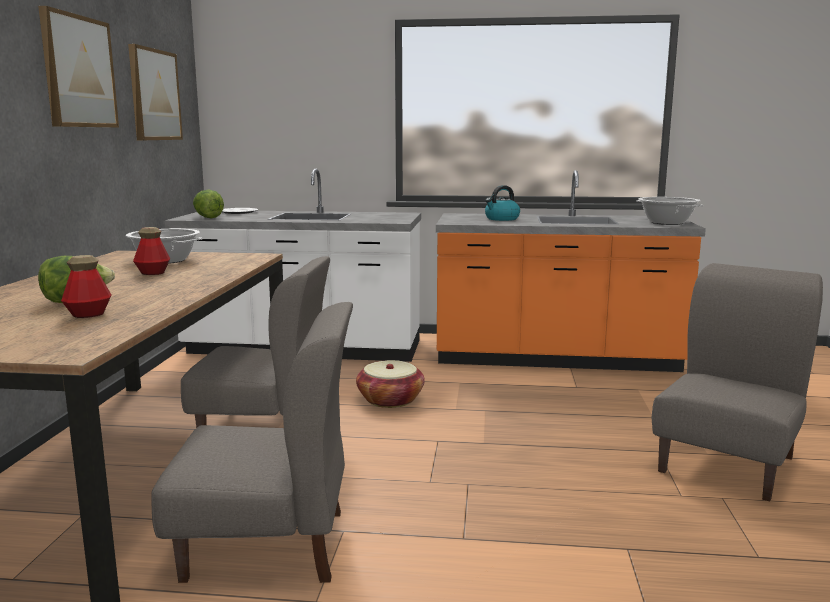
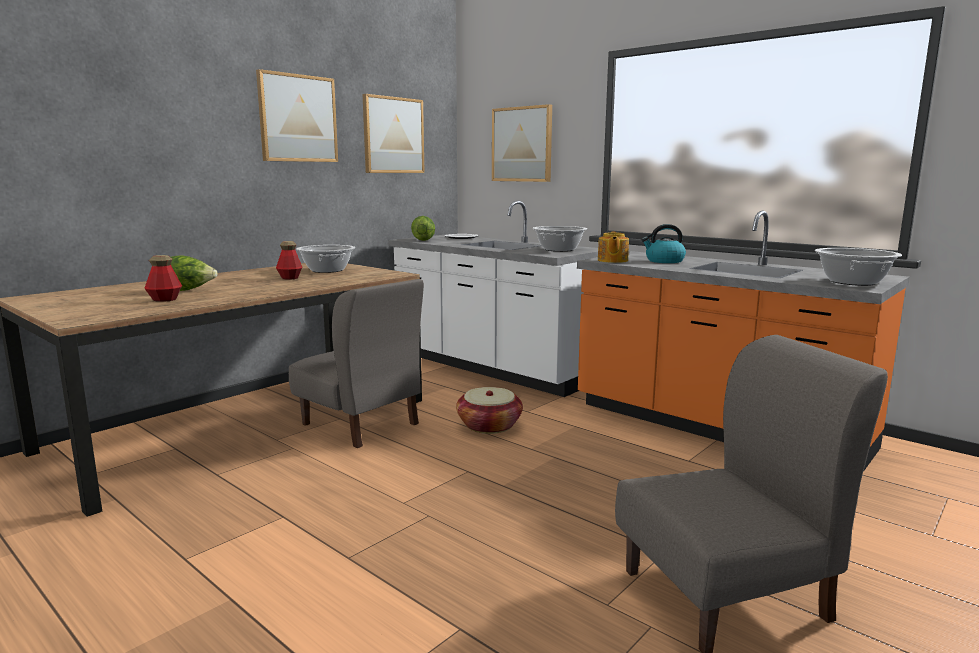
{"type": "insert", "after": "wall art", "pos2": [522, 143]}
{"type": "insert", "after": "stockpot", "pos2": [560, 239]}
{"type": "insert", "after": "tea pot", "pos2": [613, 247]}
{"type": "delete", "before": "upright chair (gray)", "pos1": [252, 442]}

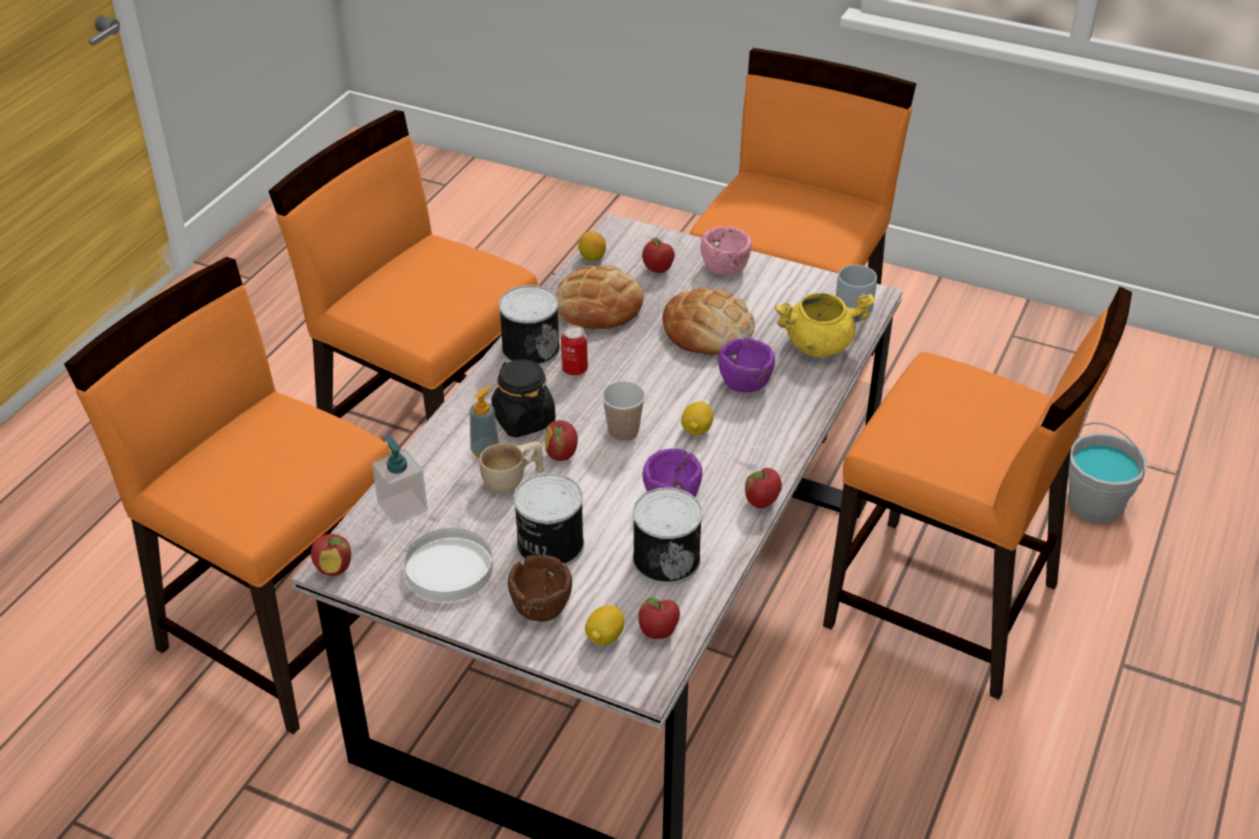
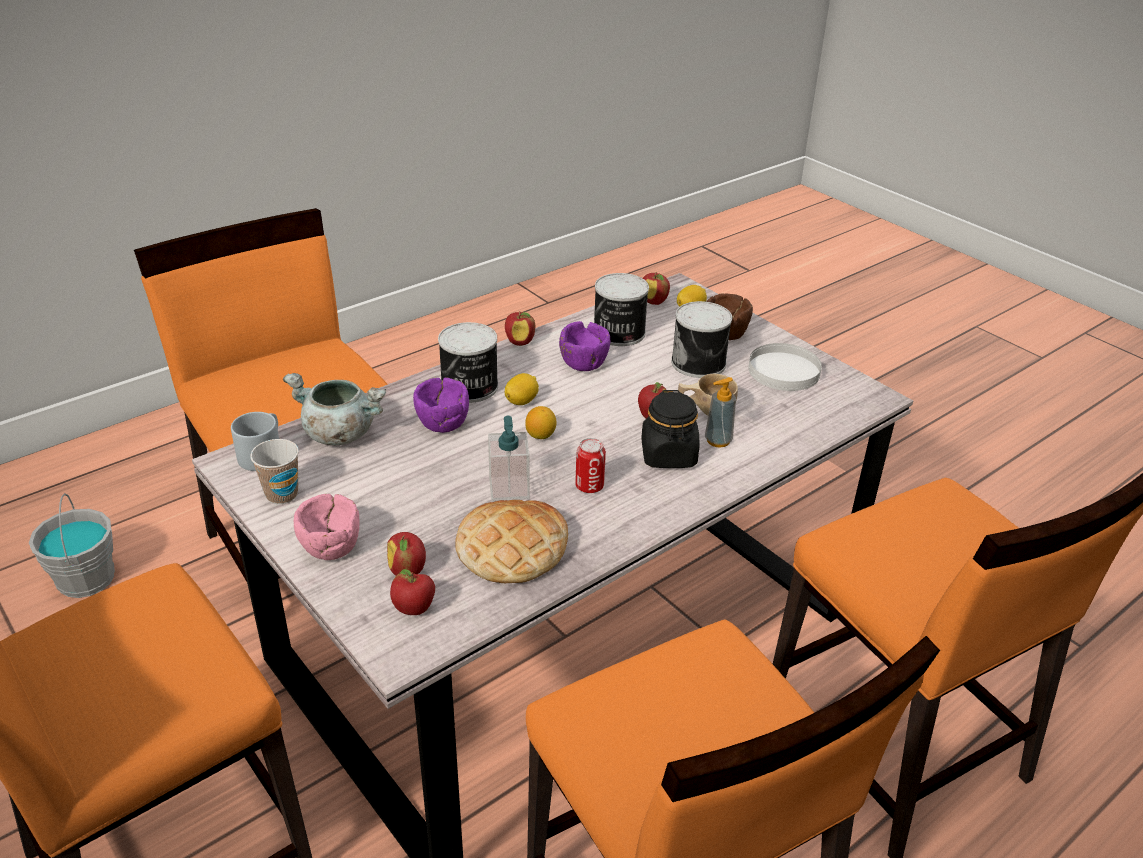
{"type": "move", "before": "cup", "pos1": [623, 411], "pos2": [274, 471]}
{"type": "recolor", "before": "stockpot (yellowish)", "after": "stockpot (gray)", "pos1": [825, 325], "pos2": [334, 409]}
{"type": "move", "before": "apple", "pos1": [331, 555], "pos2": [412, 592]}
{"type": "move", "before": "metal can", "pos1": [529, 325], "pos2": [468, 362]}
{"type": "move", "before": "soap bottle", "pos1": [400, 479], "pos2": [509, 458]}
{"type": "move", "before": "lemon", "pos1": [592, 246], "pos2": [541, 422]}
{"type": "delete", "before": "baked bread", "pos1": [708, 320]}

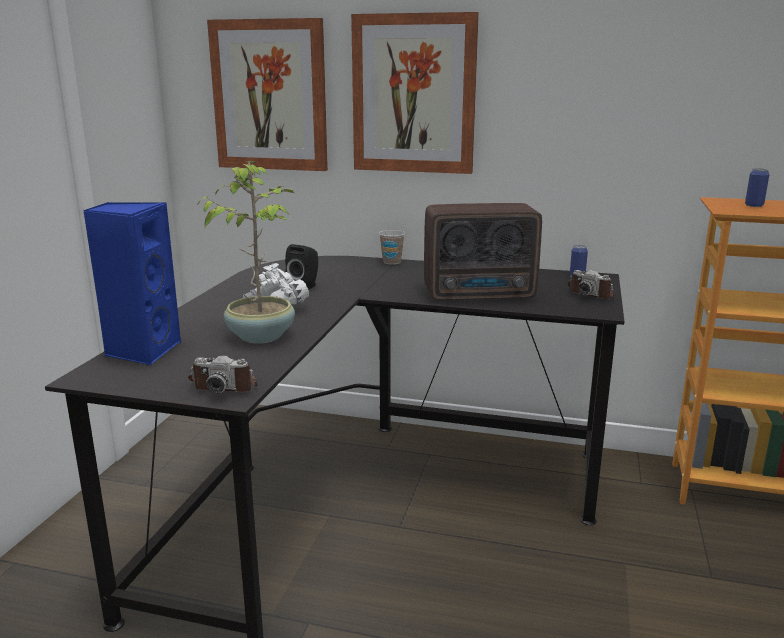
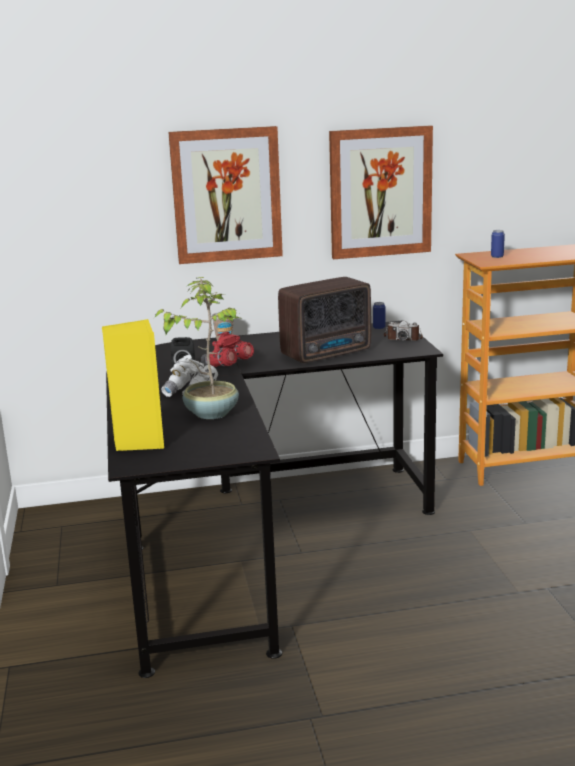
{"type": "recolor", "before": "loudspeaker (bluish)", "after": "loudspeaker (yellowish)", "pos1": [132, 283], "pos2": [133, 385]}
{"type": "insert", "after": "field glasses (reddish)", "pos2": [227, 349]}
{"type": "move", "before": "wall art", "pos1": [267, 94], "pos2": [381, 192]}
{"type": "delete", "before": "photo camera", "pos1": [223, 374]}

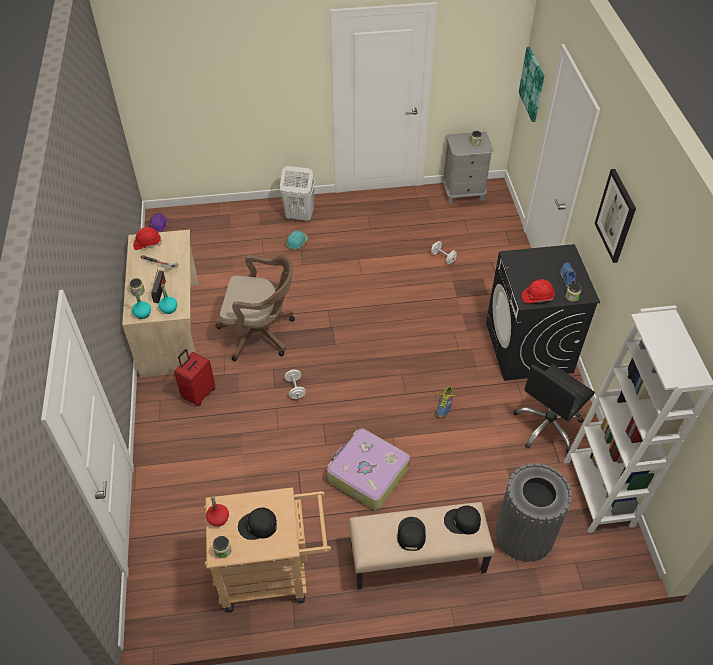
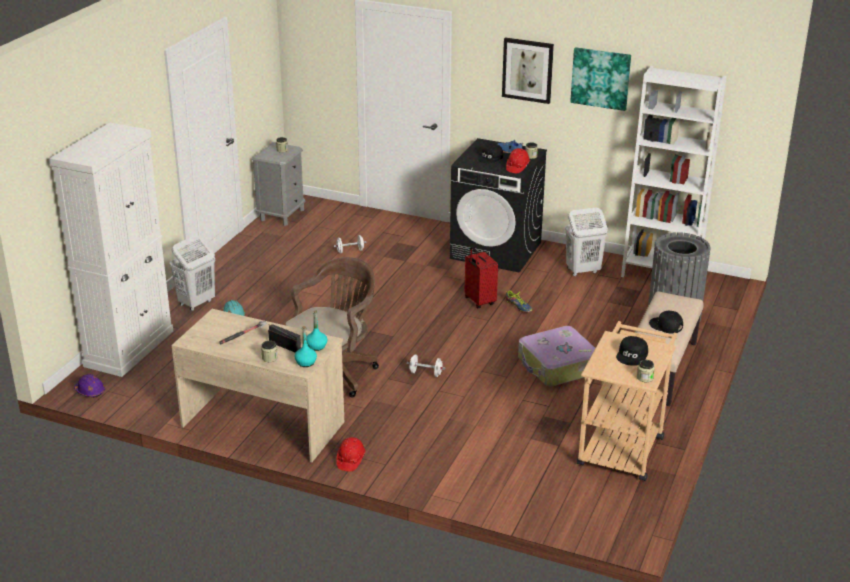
{"type": "insert", "after": "cupboard (white)", "pos2": [111, 249]}
{"type": "move", "before": "safety helmet (reddish)", "pos1": [147, 238], "pos2": [351, 454]}
{"type": "move", "before": "suitcase (reddish)", "pos1": [195, 377], "pos2": [481, 277]}
{"type": "move", "before": "cap (black)", "pos1": [462, 520], "pos2": [490, 153]}
{"type": "replace", "before": "office chair (black)", "after": "laundry basket (white)", "pos1": [554, 408], "pos2": [586, 242]}
{"type": "move", "before": "wall art", "pos1": [531, 84], "pos2": [600, 79]}
{"type": "delete", "before": "bottle (reddish)", "pos1": [217, 511]}

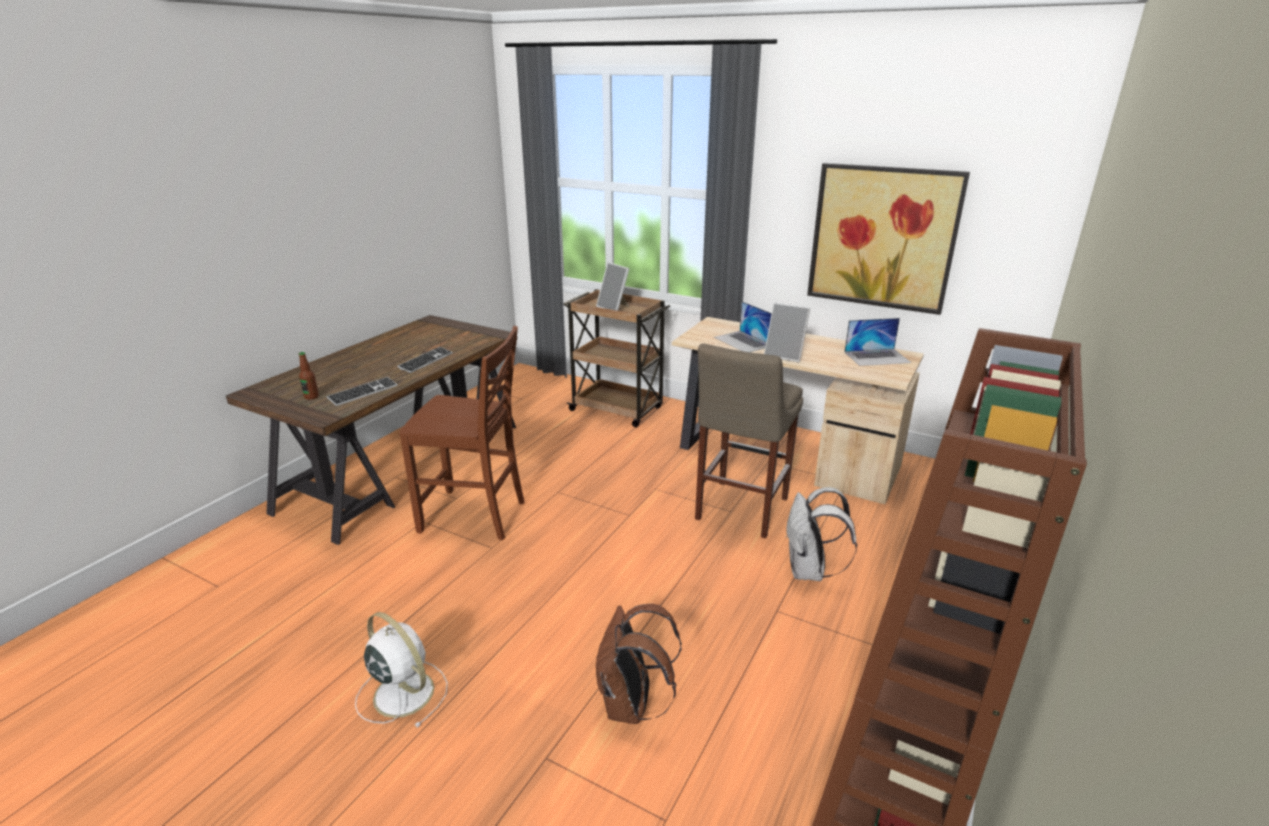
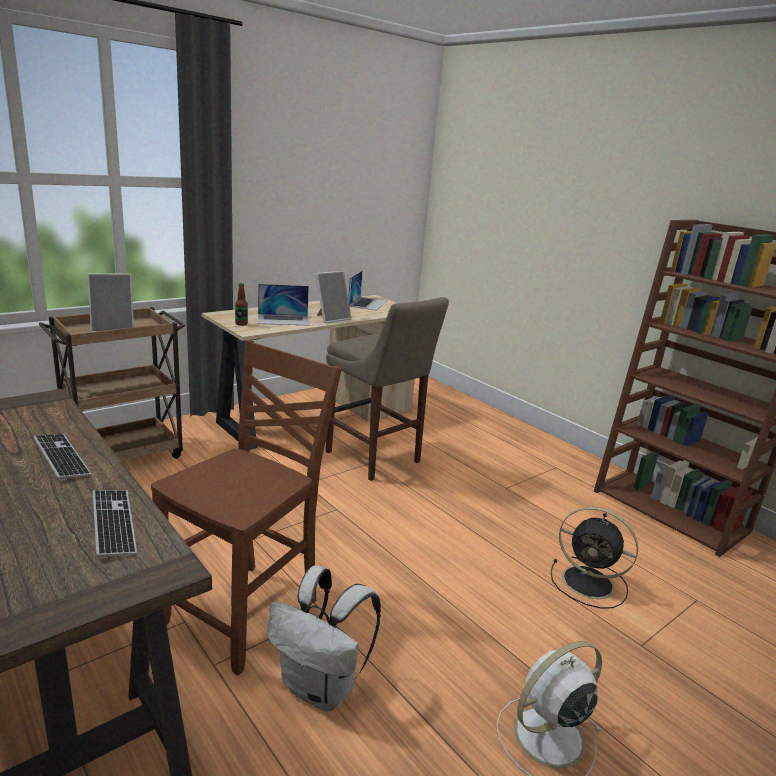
{"type": "move", "before": "bottle", "pos1": [309, 376], "pos2": [241, 304]}
{"type": "move", "before": "backpack (white)", "pos1": [821, 534], "pos2": [324, 639]}
{"type": "replace", "before": "backpack (brownish)", "after": "electric fan (black)", "pos1": [639, 664], "pos2": [594, 558]}
{"type": "delete", "before": "wall art", "pos1": [888, 239]}

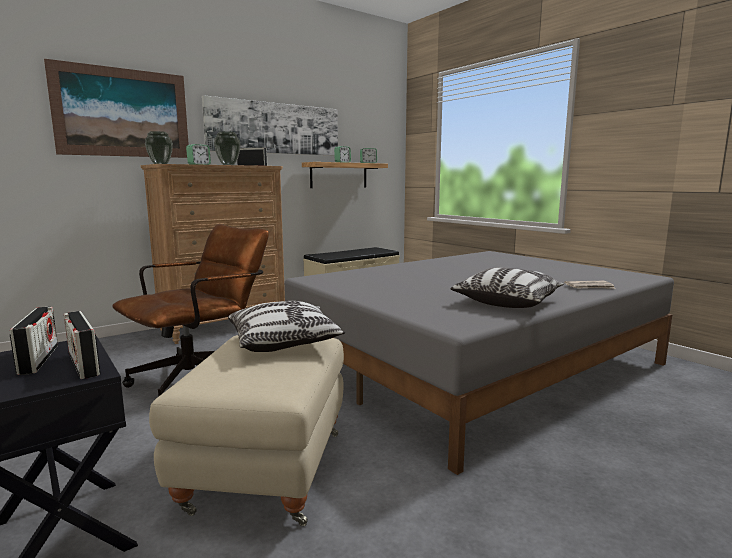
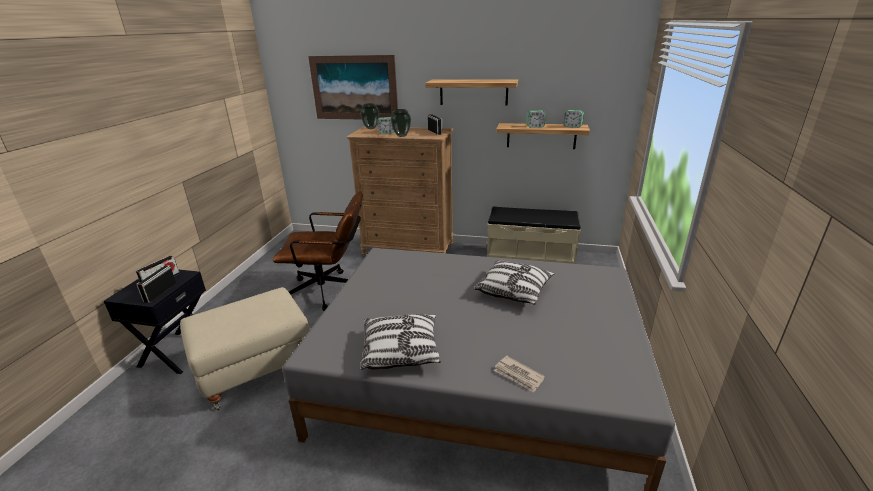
{"type": "replace", "before": "wall art", "after": "bracket shelf", "pos1": [270, 125], "pos2": [471, 92]}
{"type": "move", "before": "pillow", "pos1": [286, 326], "pos2": [514, 282]}

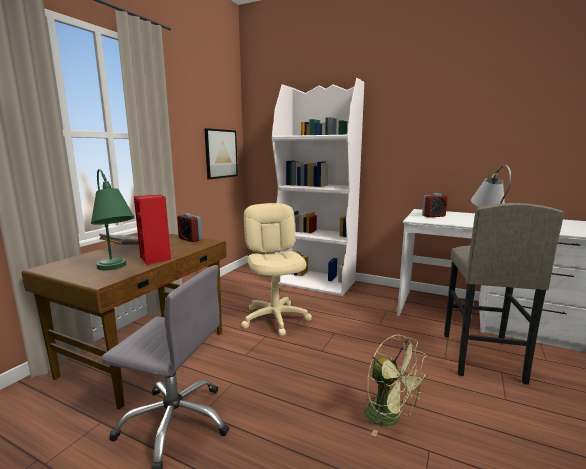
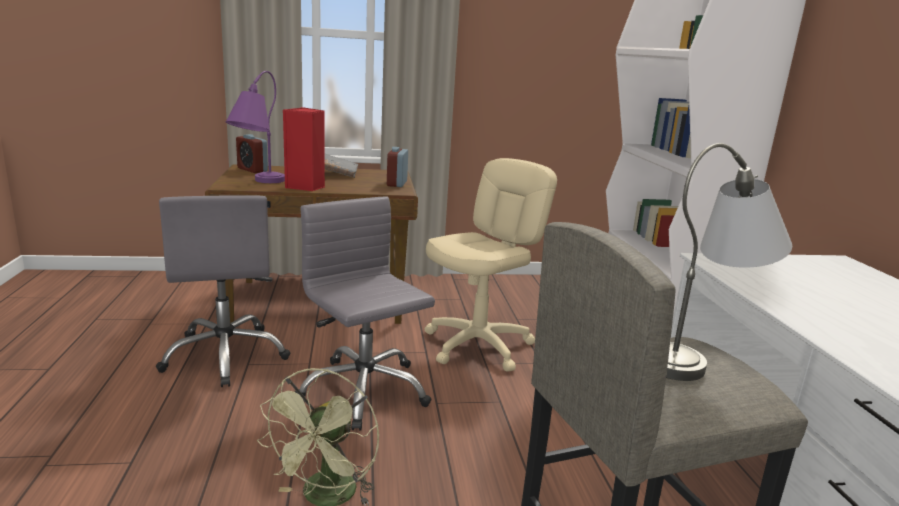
{"type": "recolor", "before": "lamp for a table (greenish)", "after": "lamp for a table (purple)", "pos1": [113, 219], "pos2": [255, 127]}
{"type": "move", "before": "table clock", "pos1": [435, 205], "pos2": [252, 153]}
{"type": "insert", "after": "office chair (gray)", "pos2": [365, 313]}
{"type": "delete", "before": "wall art", "pos1": [221, 154]}

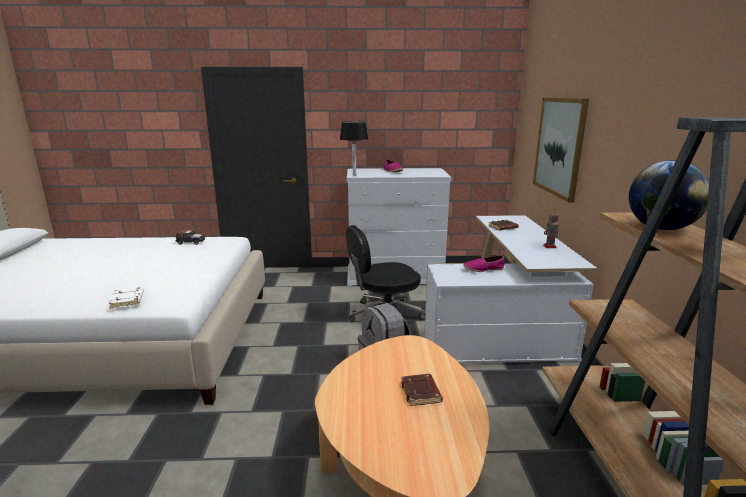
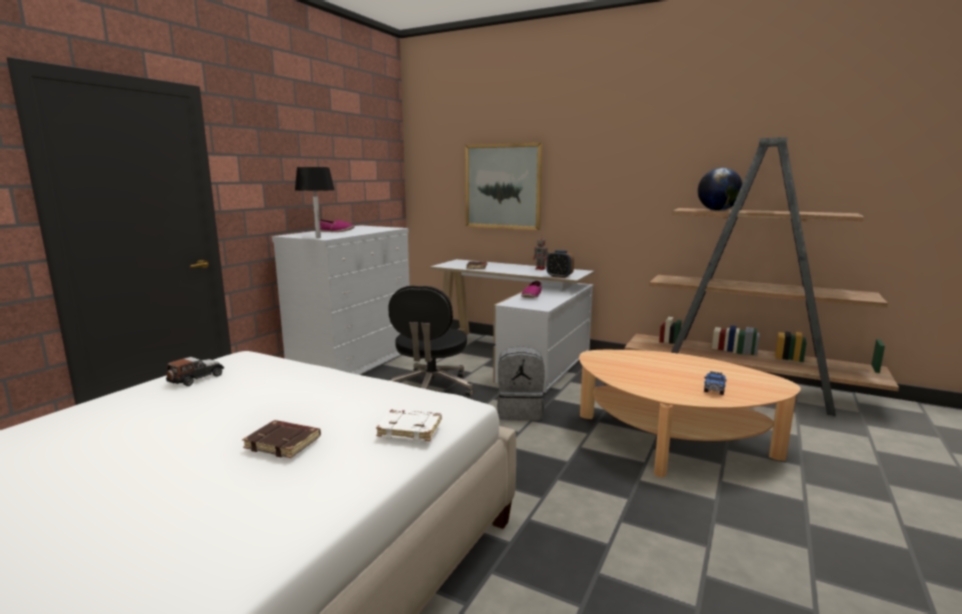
{"type": "move", "before": "book (brownish)", "pos1": [422, 390], "pos2": [281, 439]}
{"type": "insert", "after": "table clock", "pos2": [560, 264]}
{"type": "insert", "after": "model truck", "pos2": [715, 383]}

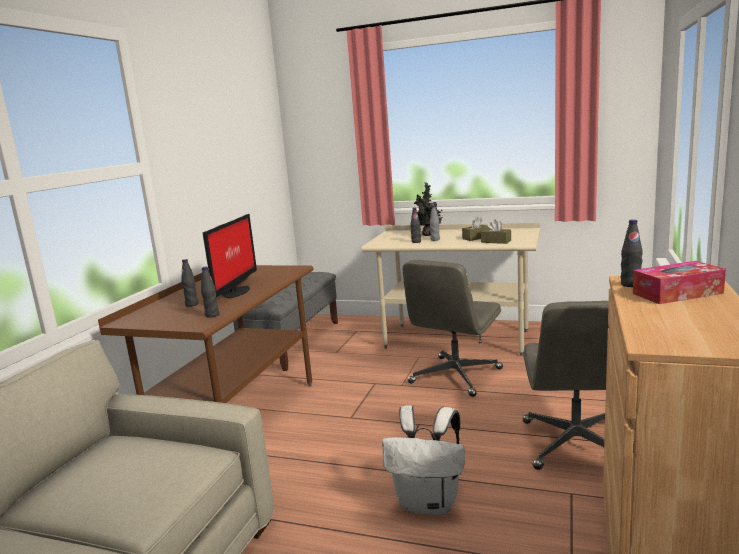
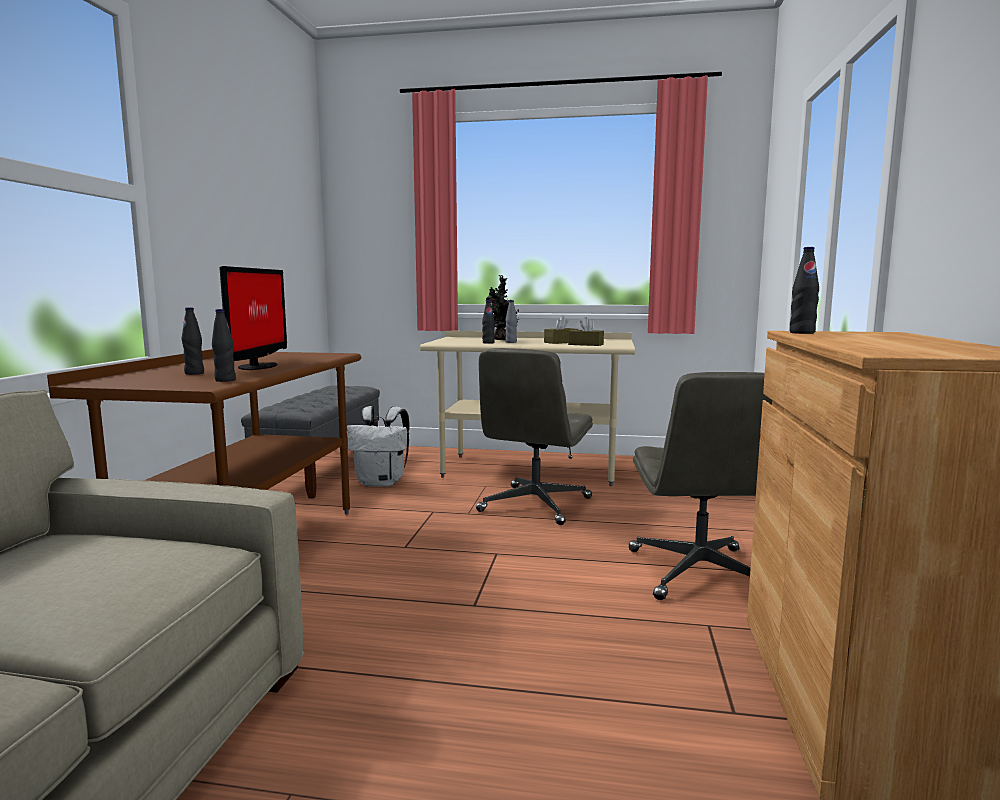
{"type": "move", "before": "backpack (white)", "pos1": [423, 460], "pos2": [378, 446]}
{"type": "delete", "before": "tissue box", "pos1": [679, 282]}

